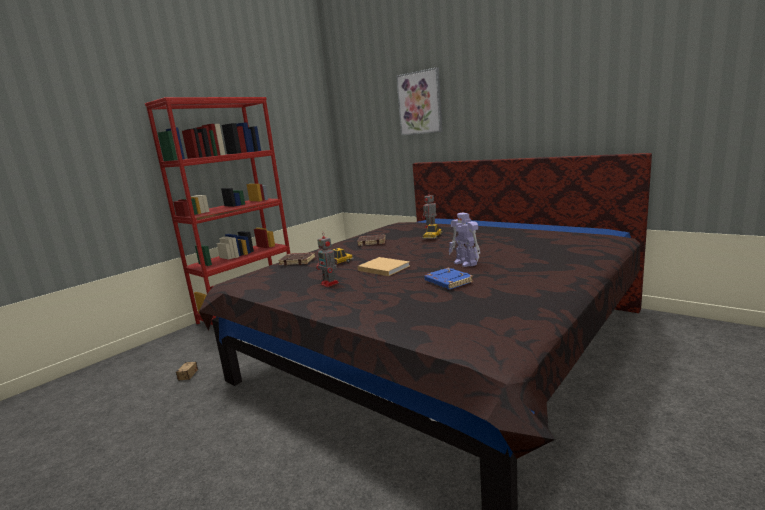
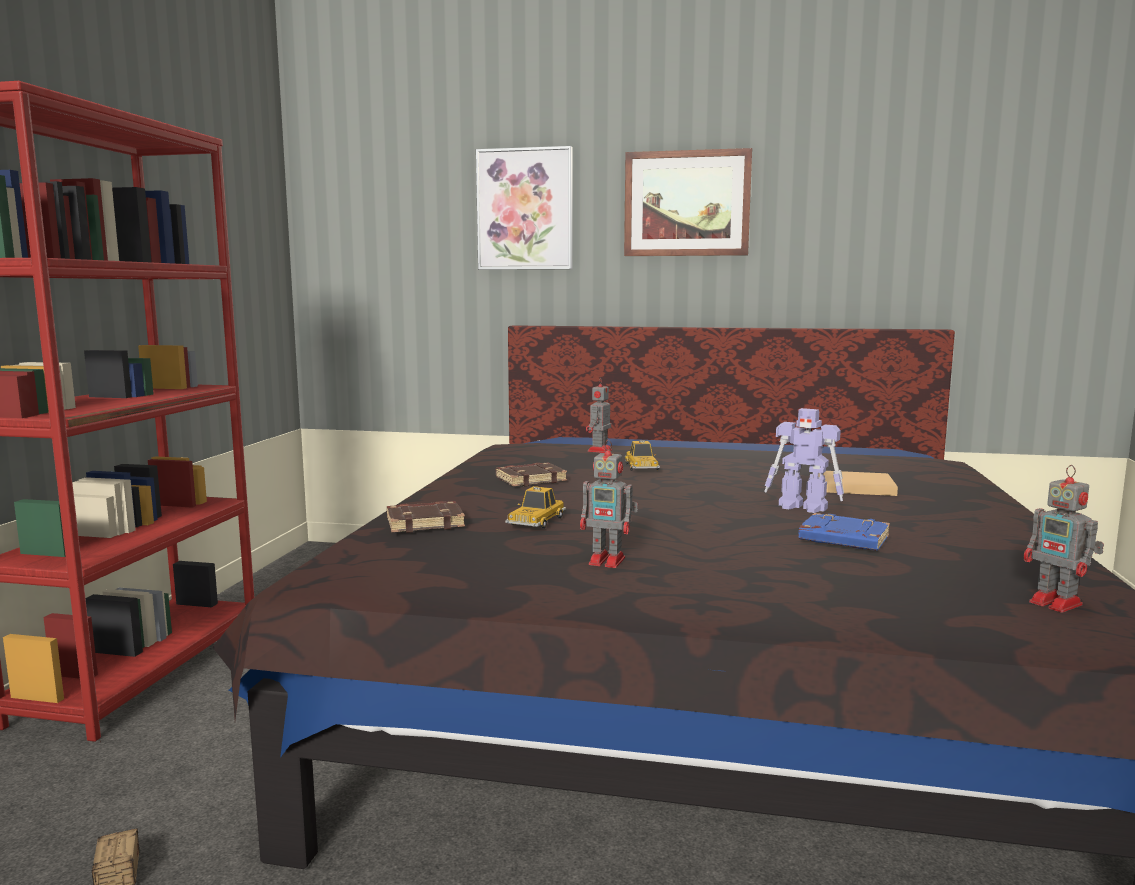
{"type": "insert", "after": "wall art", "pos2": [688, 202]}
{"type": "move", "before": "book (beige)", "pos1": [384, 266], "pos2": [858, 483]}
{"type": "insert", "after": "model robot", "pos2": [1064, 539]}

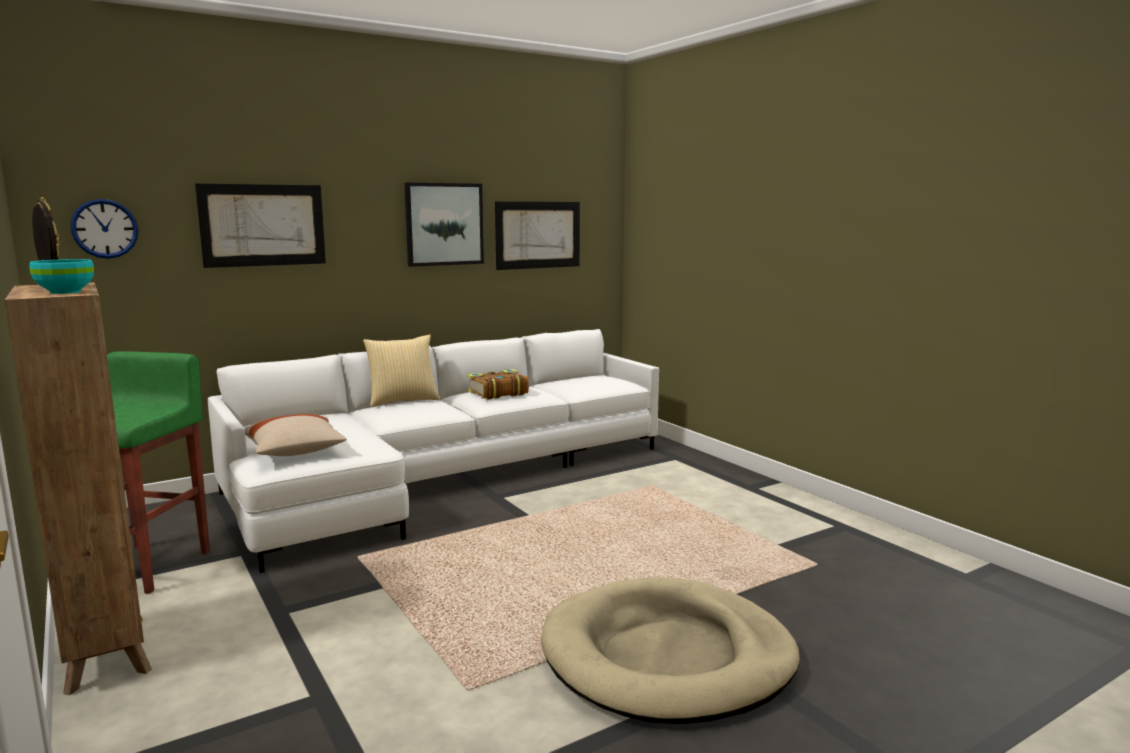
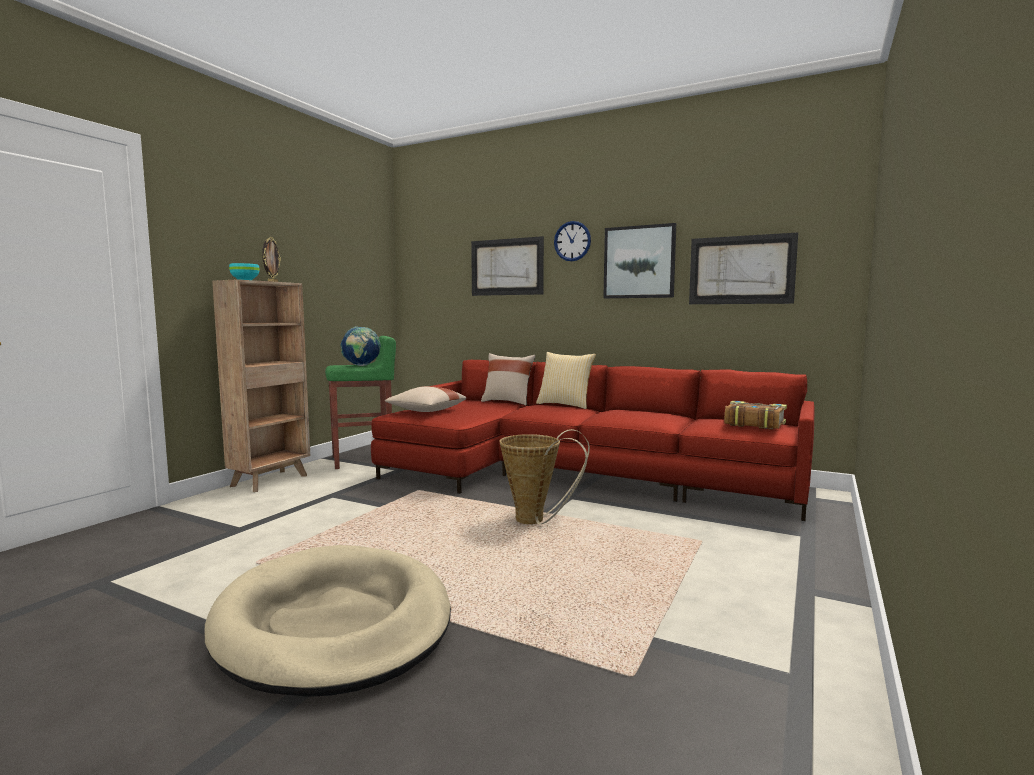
{"type": "insert", "after": "desk globe", "pos2": [360, 346]}
{"type": "recolor", "before": "sofa (white)", "after": "sofa (reddish)", "pos1": [433, 451], "pos2": [593, 440]}
{"type": "insert", "after": "pillow (beige)", "pos2": [508, 379]}
{"type": "insert", "after": "household basket", "pos2": [545, 476]}
{"type": "move", "before": "wall clock", "pos1": [104, 229], "pos2": [572, 241]}
{"type": "move", "before": "book", "pos1": [498, 384], "pos2": [755, 415]}

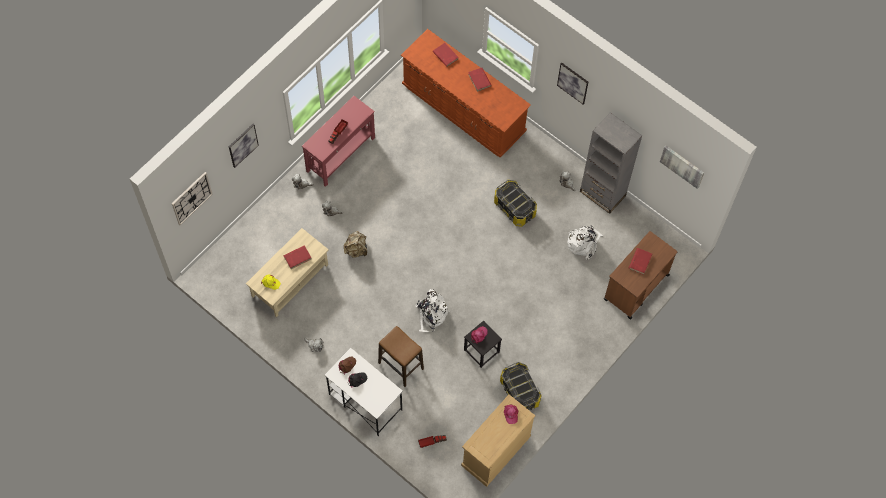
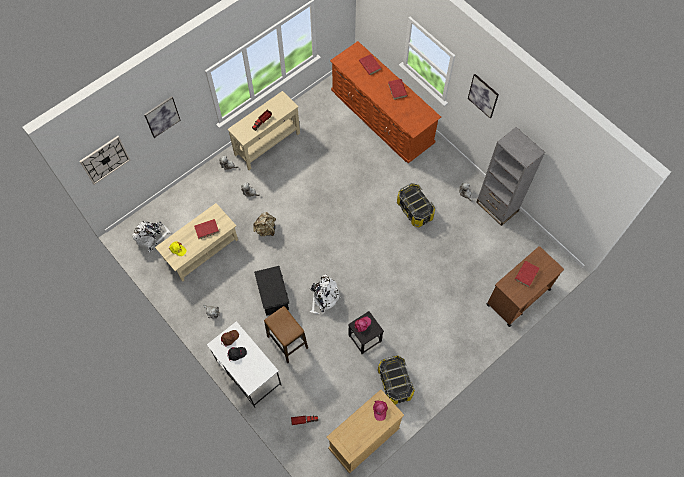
{"type": "move", "before": "backpack (white)", "pos1": [585, 242], "pos2": [151, 236]}
{"type": "recolor", "before": "hall table (reddish)", "after": "hall table (beige)", "pos1": [338, 141], "pos2": [263, 130]}
{"type": "insert", "after": "storage container (black)", "pos2": [271, 291]}
{"type": "delete", "before": "wall art", "pos1": [682, 167]}

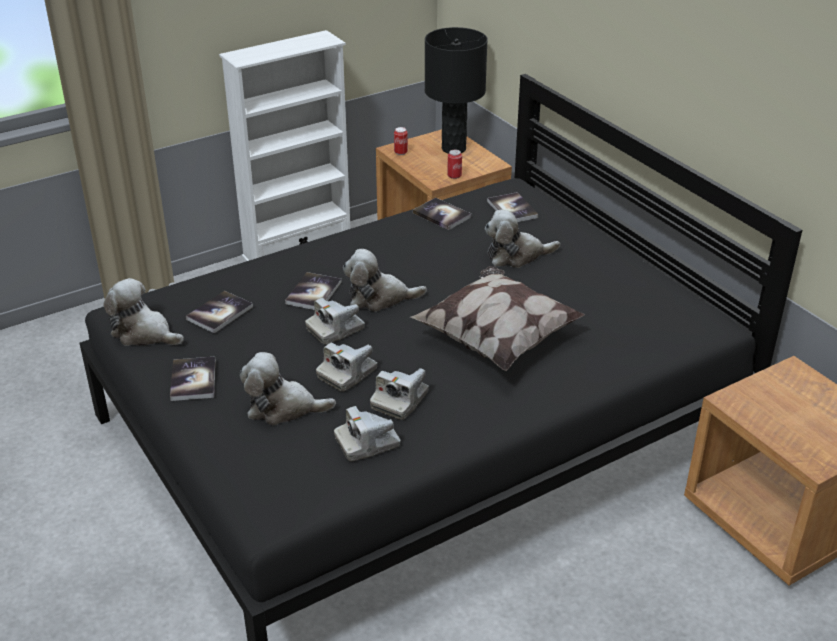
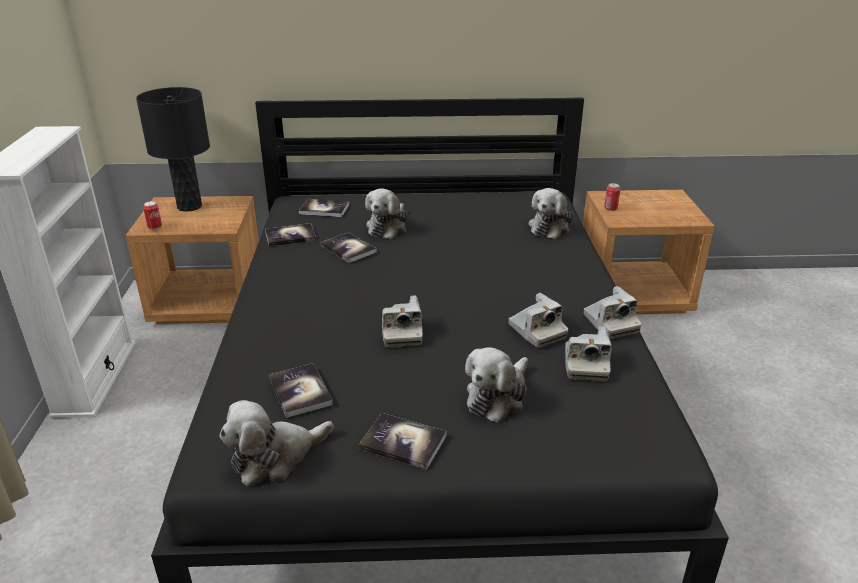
{"type": "move", "before": "book", "pos1": [313, 291], "pos2": [349, 248]}
{"type": "move", "before": "soft toy", "pos1": [385, 280], "pos2": [551, 213]}
{"type": "move", "before": "photo camera", "pos1": [346, 367], "pos2": [613, 312]}
{"type": "move", "before": "metal can", "pos1": [454, 164], "pos2": [612, 197]}
{"type": "delete", "before": "pillow", "pos1": [497, 318]}

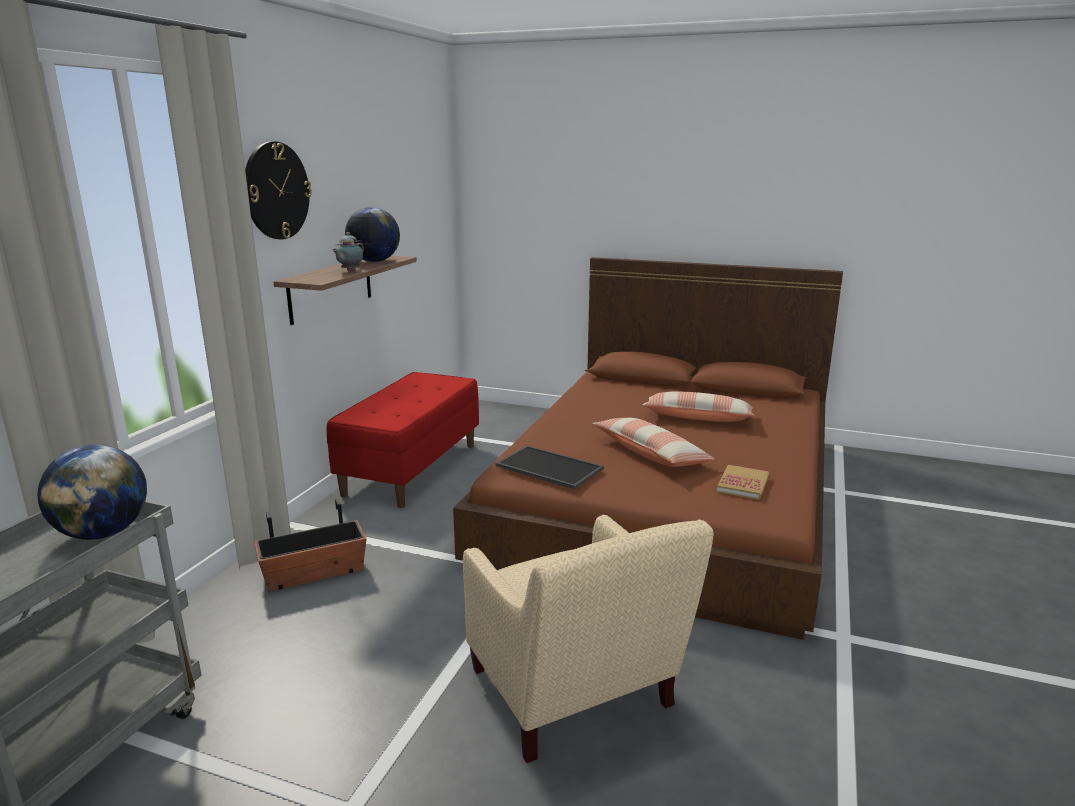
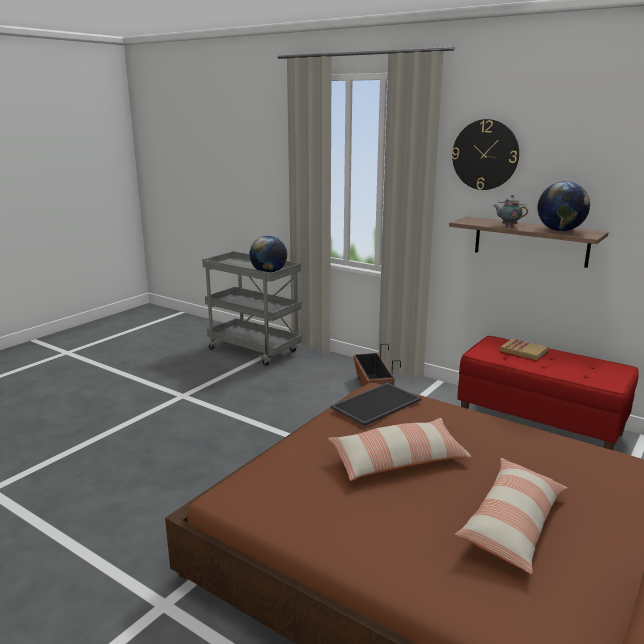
{"type": "move", "before": "book", "pos1": [743, 482], "pos2": [524, 349]}
{"type": "delete", "before": "armchair (beige)", "pos1": [588, 639]}

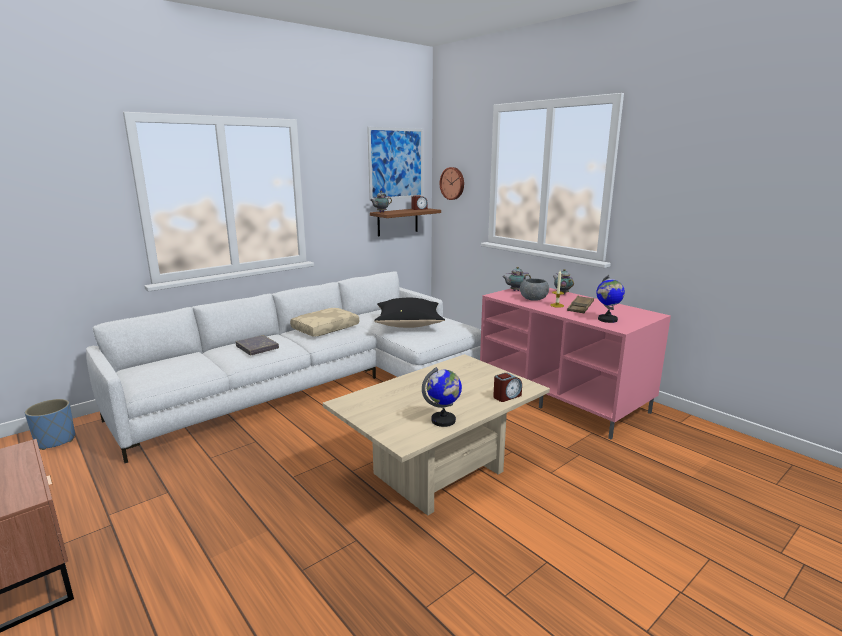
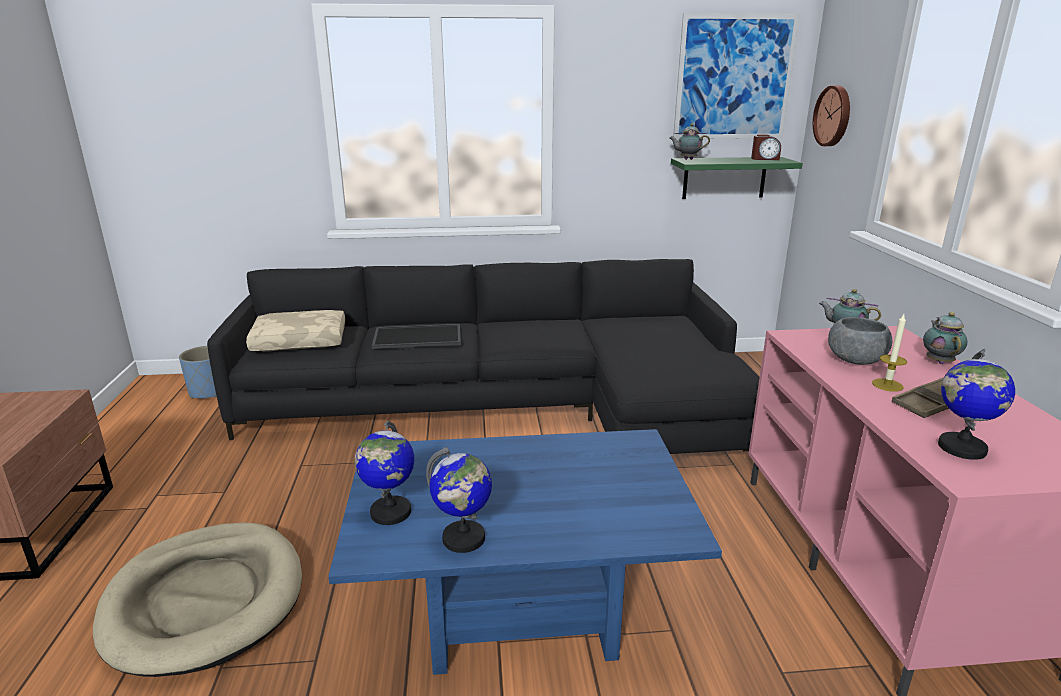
{"type": "insert", "after": "pet bed (beige)", "pos2": [197, 599]}
{"type": "recolor", "before": "sofa (white)", "after": "sofa (black)", "pos1": [283, 367], "pos2": [483, 356]}
{"type": "move", "before": "pillow (beige)", "pos1": [324, 322], "pos2": [295, 330]}
{"type": "recolor", "before": "lounge table (beige)", "after": "lounge table (bluish)", "pos1": [436, 435], "pos2": [525, 552]}
{"type": "insert", "after": "desk globe", "pos2": [384, 473]}
{"type": "replace", "before": "book (gray)", "after": "carrying tray", "pos1": [257, 345], "pos2": [416, 336]}
{"type": "recolor", "before": "bracket shelf (brownish)", "after": "bracket shelf (greenish)", "pos1": [405, 222], "pos2": [737, 178]}
{"type": "delete", "before": "pillow (black)", "pos1": [409, 313]}
{"type": "delete", "before": "table clock", "pos1": [507, 387]}

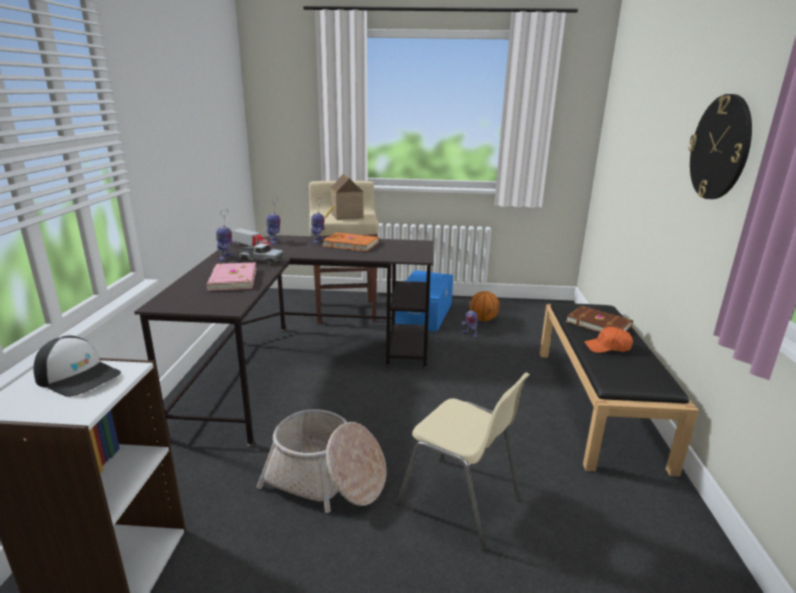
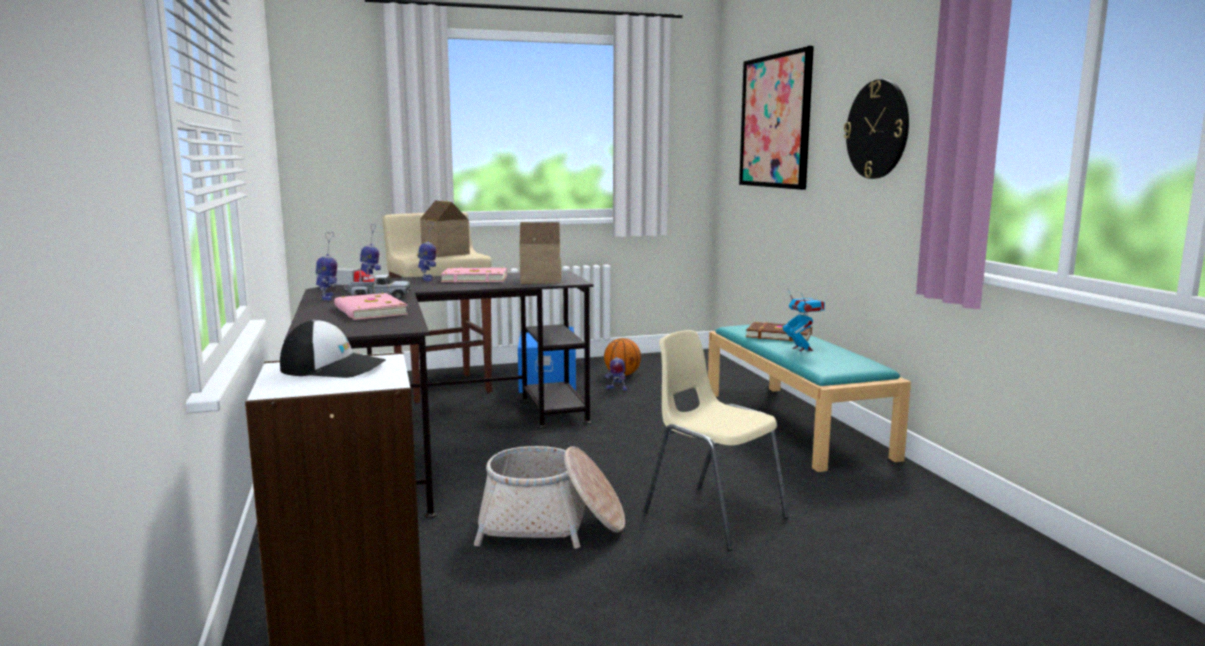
{"type": "recolor", "before": "book (orange-coloured)", "after": "book (pinkish)", "pos1": [350, 241], "pos2": [474, 274]}
{"type": "insert", "after": "toy house", "pos2": [540, 253]}
{"type": "rotate", "before": "upright chair (beige)", "pos1": [463, 461], "pos2": [716, 440], "turn": -150}
{"type": "recolor", "before": "indoor bench (black)", "after": "indoor bench (turquoise)", "pos1": [619, 389], "pos2": [809, 397]}
{"type": "insert", "after": "wall art", "pos2": [776, 118]}
{"type": "replace", "before": "cap (orange-coloured)", "after": "model robot", "pos1": [608, 339], "pos2": [804, 320]}

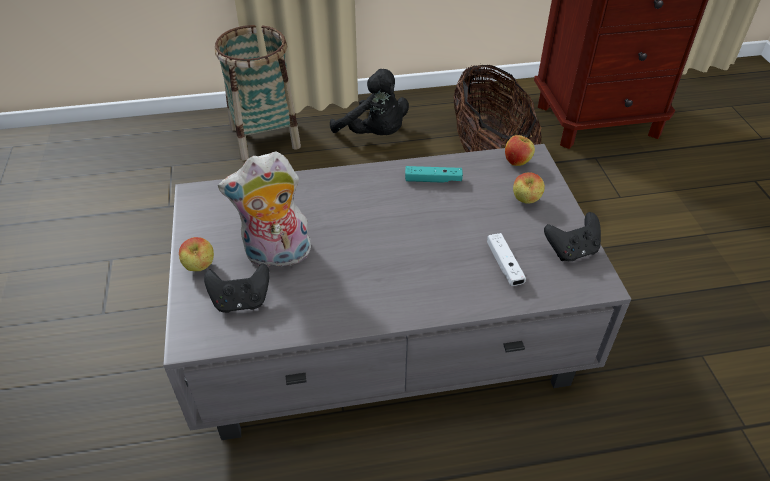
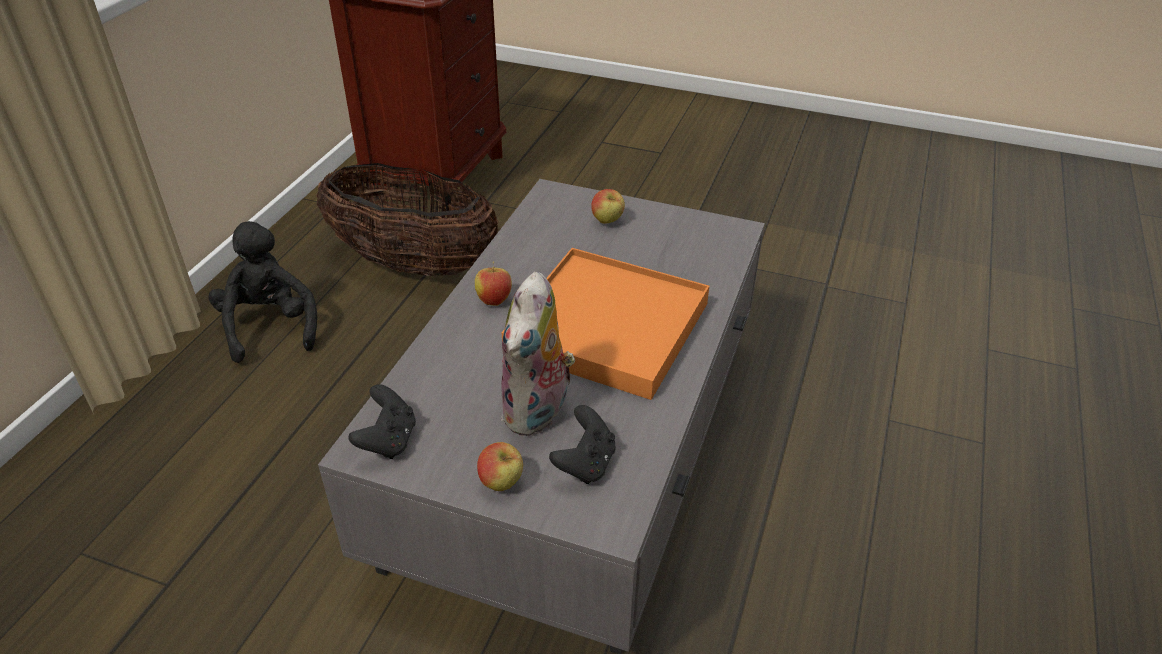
{"type": "rotate", "before": "soft toy (black)", "pos1": [369, 102], "pos2": [262, 292], "turn": -90}
{"type": "move", "before": "game controller (black)", "pos1": [572, 236], "pos2": [382, 421]}
{"type": "move", "before": "apple", "pos1": [520, 150], "pos2": [493, 283]}
{"type": "insert", "after": "carrying tray (orange-coloured)", "pos2": [605, 324]}
{"type": "delete", "before": "household basket", "pos1": [258, 92]}
{"type": "delete", "before": "game controller (turquoise)", "pos1": [434, 174]}
{"type": "delete", "before": "game controller (white)", "pos1": [506, 259]}

